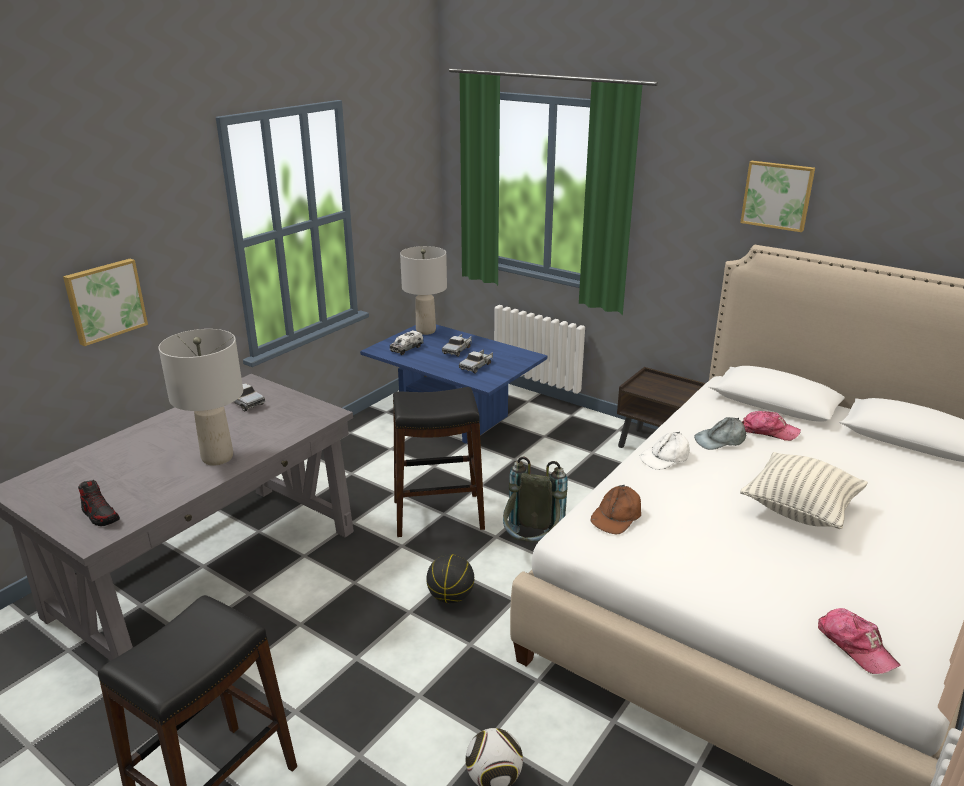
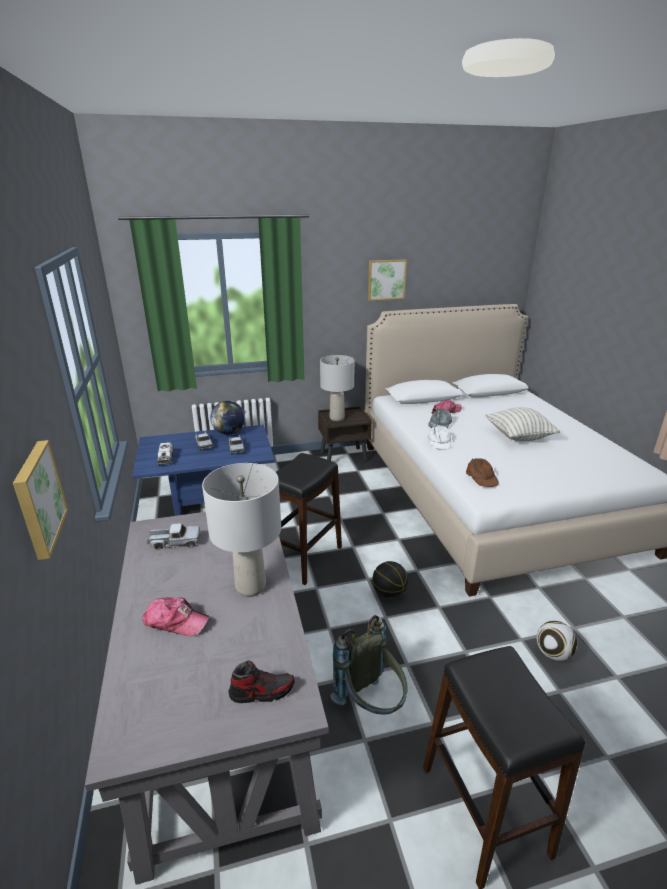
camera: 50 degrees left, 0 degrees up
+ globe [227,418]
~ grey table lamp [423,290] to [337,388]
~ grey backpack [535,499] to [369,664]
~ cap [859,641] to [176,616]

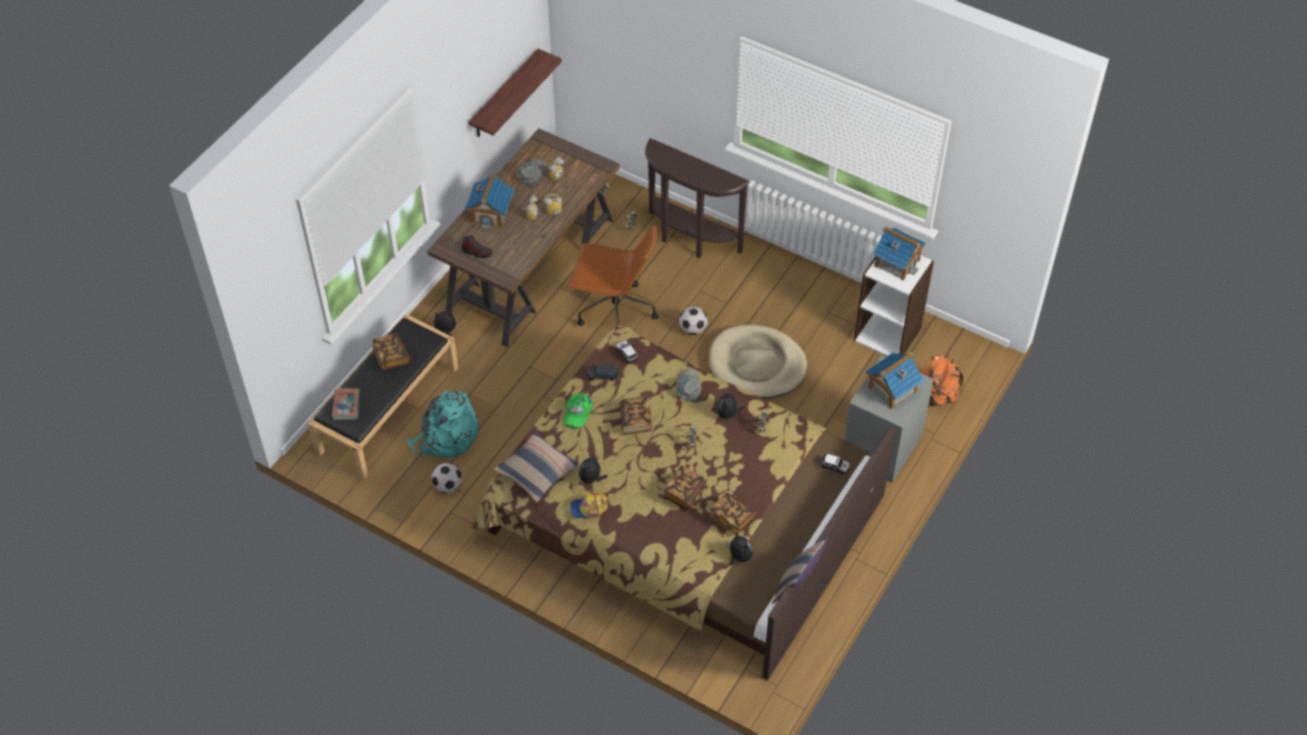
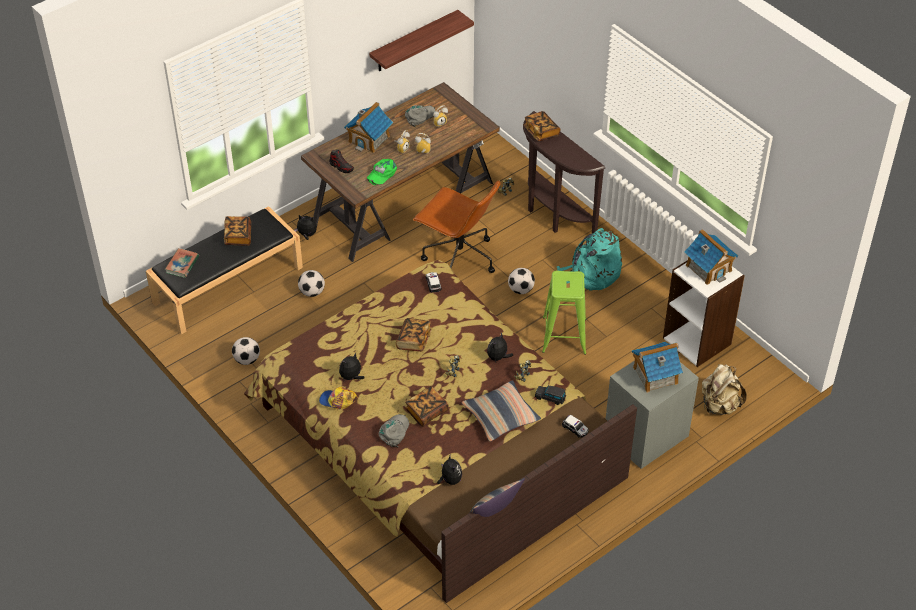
camera: 20 degrees right, 5 degrees down
+ football [311,283]
~ turquoise backpack [442,424] to [589,259]
~ pillow [536,467] to [501,411]
~ green cap [578,411] to [382,172]
~ black toy car [603,372] to [550,395]
~ grey cap [688,385] to [394,431]
~ book [732,514] to [542,126]
~ beige dog bed [758,361] to green stool [564,313]
~ orange backpack [942,381] to beige backpack [724,389]

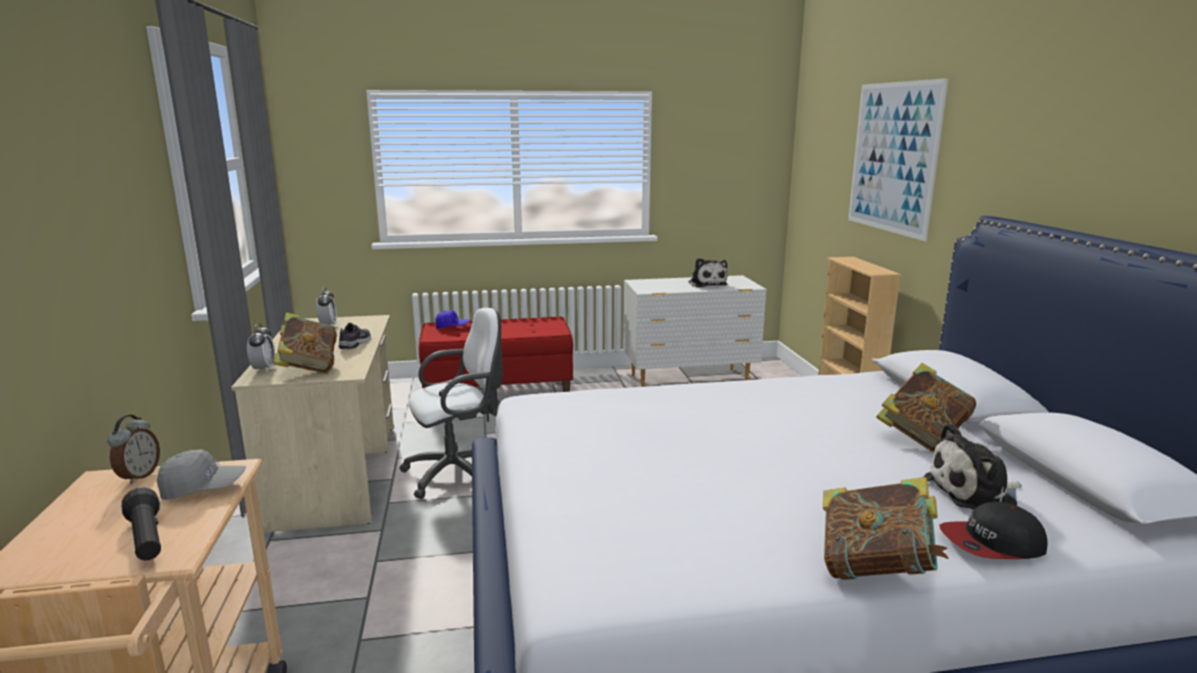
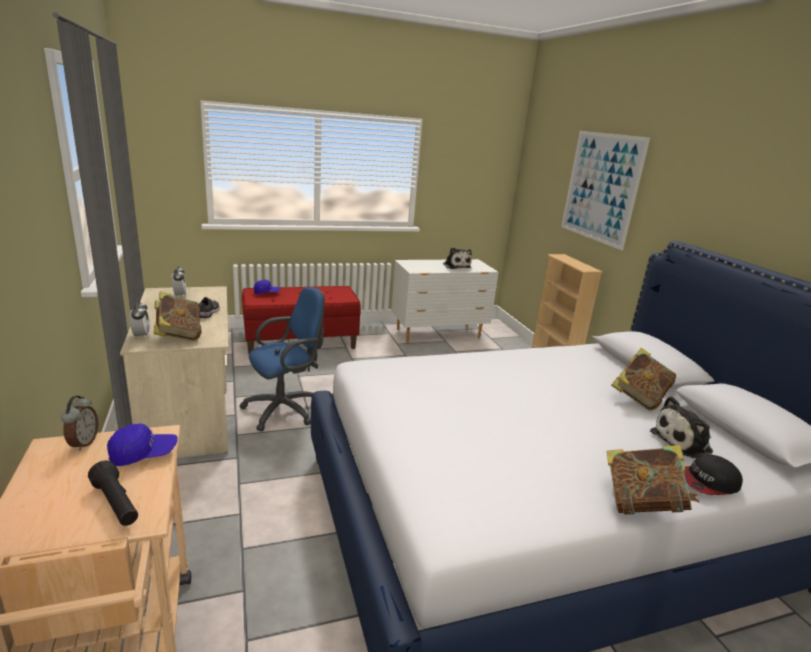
camera: 10 degrees left, 5 degrees up
~ grey cap [201,474] to blue cap [142,445]
~ white office chair [451,403] to blue office chair [282,359]

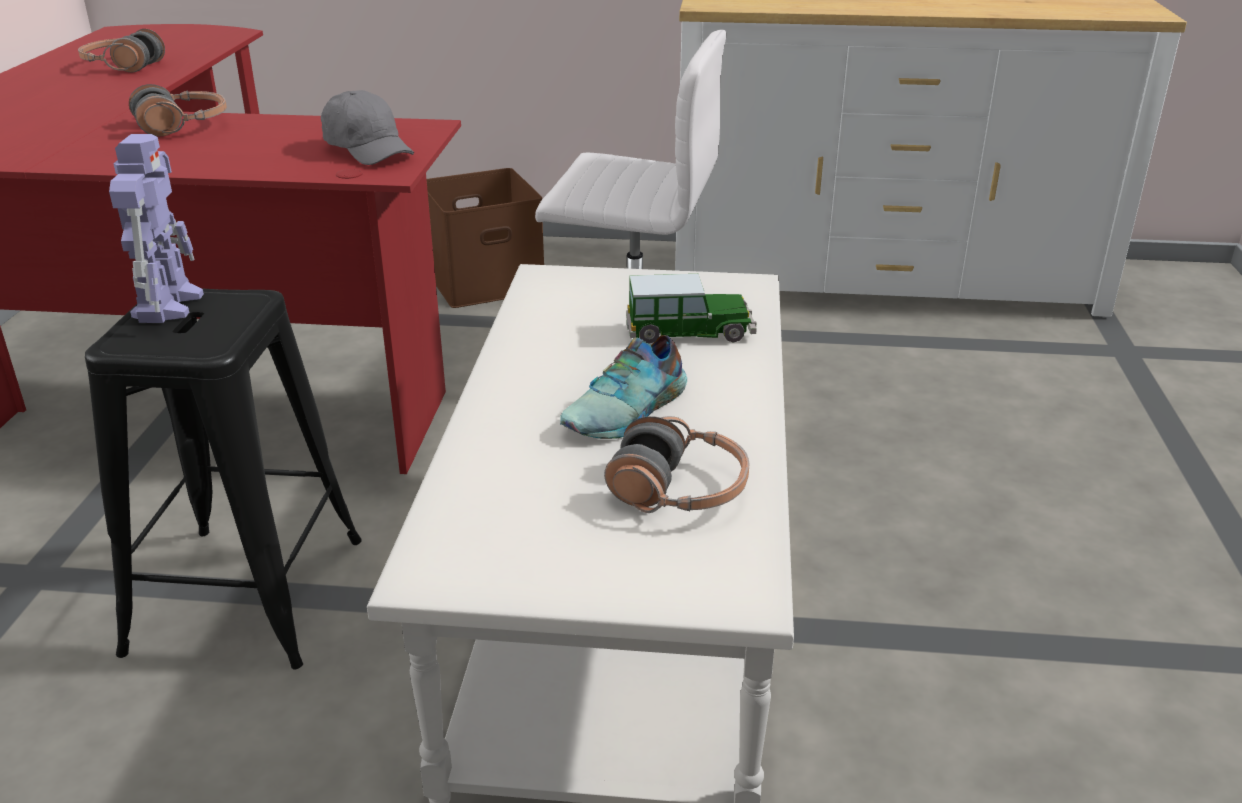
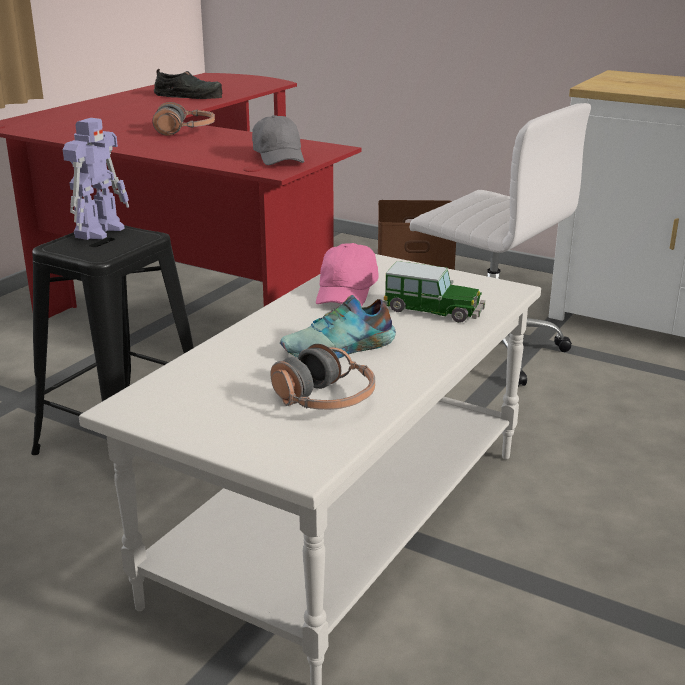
camera: 25 degrees right, 5 degrees down
+ pink cap [347,274]
~ headphones [121,51] to black shoe [188,84]

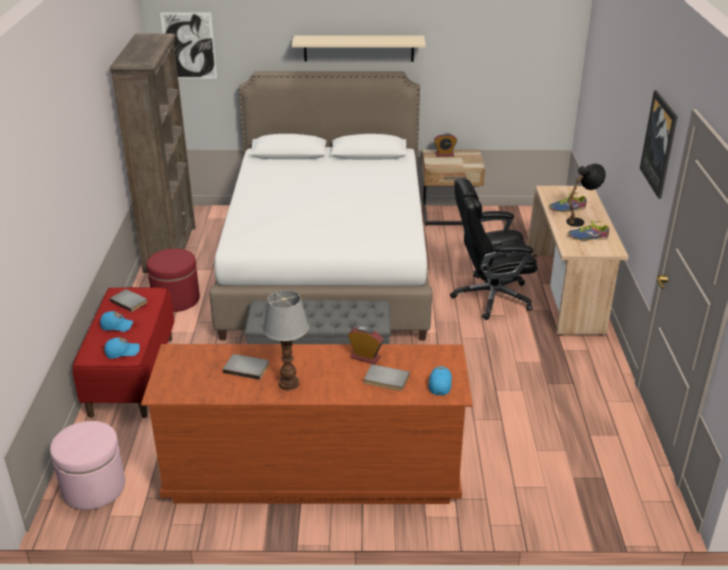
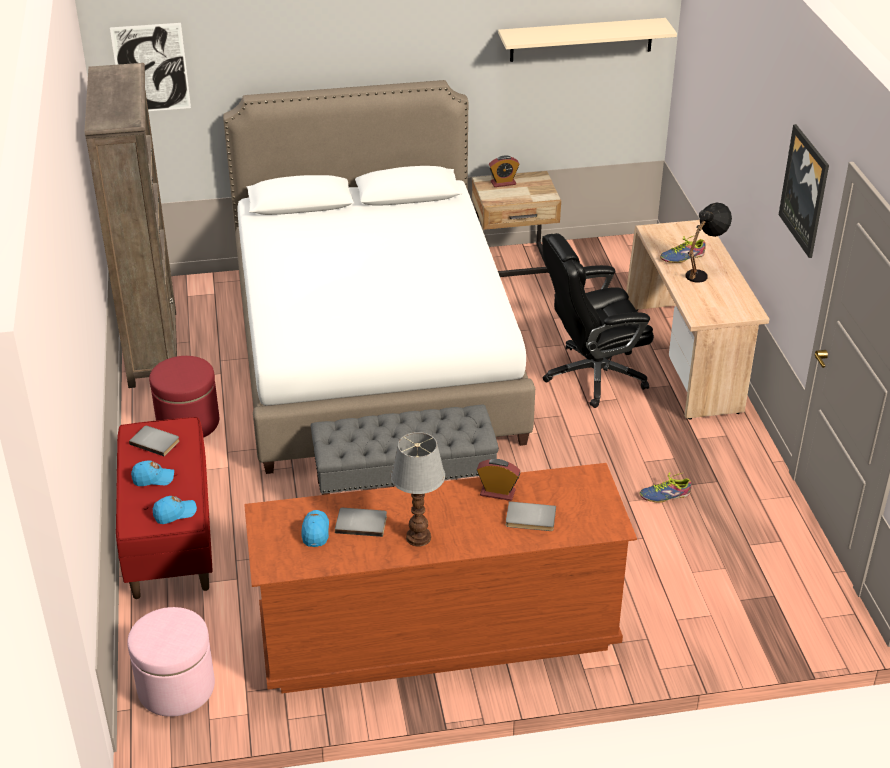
camera: 10 degrees left, 5 degrees up
~ beige shelf [359,48] to [587,40]
~ blue cap [440,380] to [315,528]
~ shoe [588,230] to [665,487]

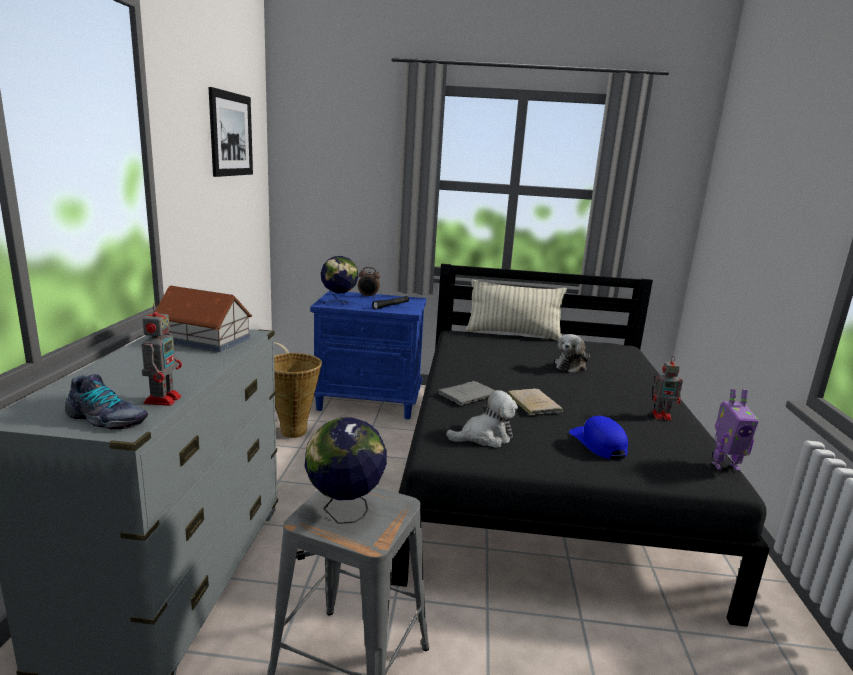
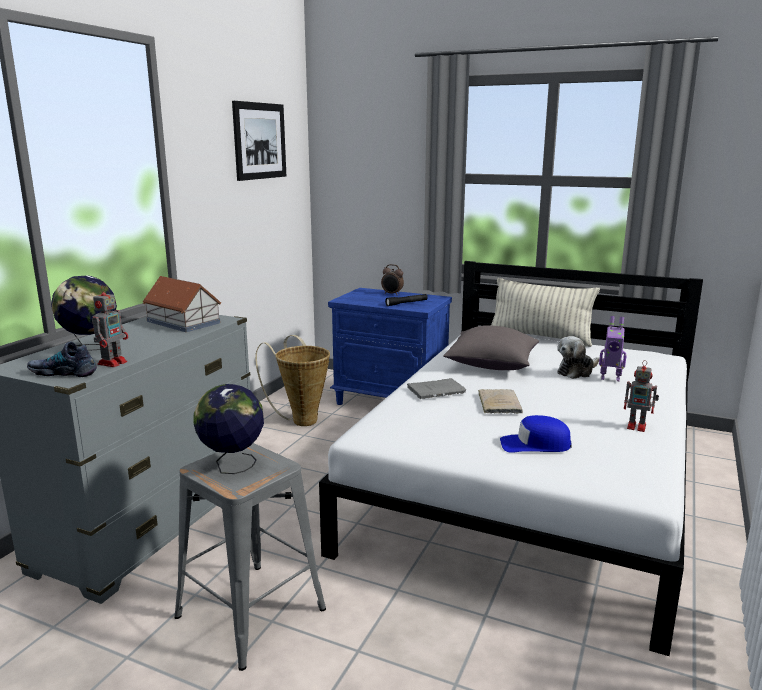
camera: 20 degrees right, 0 degrees up
- plush toy [482,419]
+ grey pillow [491,347]
~ globe [339,280] to [84,313]
~ toy robot [735,430] to [613,348]
~ black bed [580,445] to white bed [511,458]
~ shoe [106,402] = [62,359] 150 degrees clockwise
~ blue cap [598,438] = [535,434] 90 degrees counterclockwise

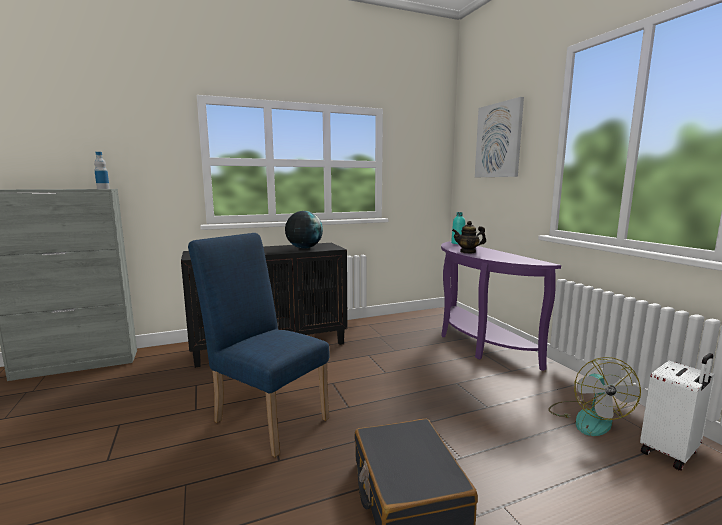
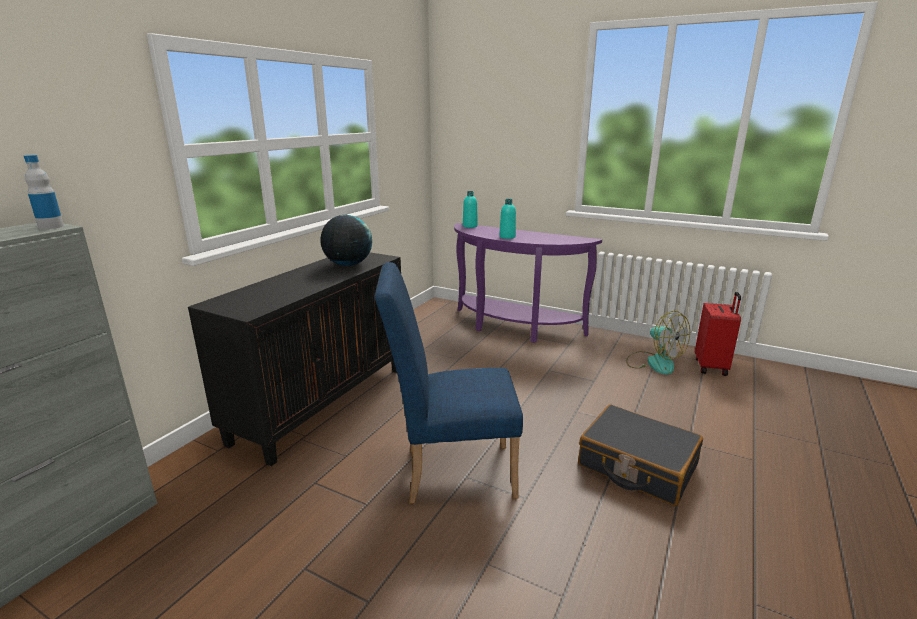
camera: 40 degrees left, 10 degrees up
- picture [499,137]
~ teapot [469,237] to turquoise bottle [507,219]
~ white suitcase [677,412] to red suitcase [718,334]

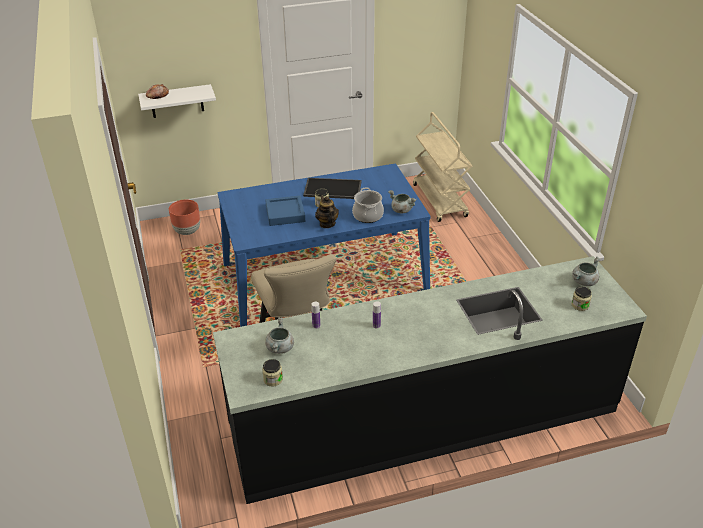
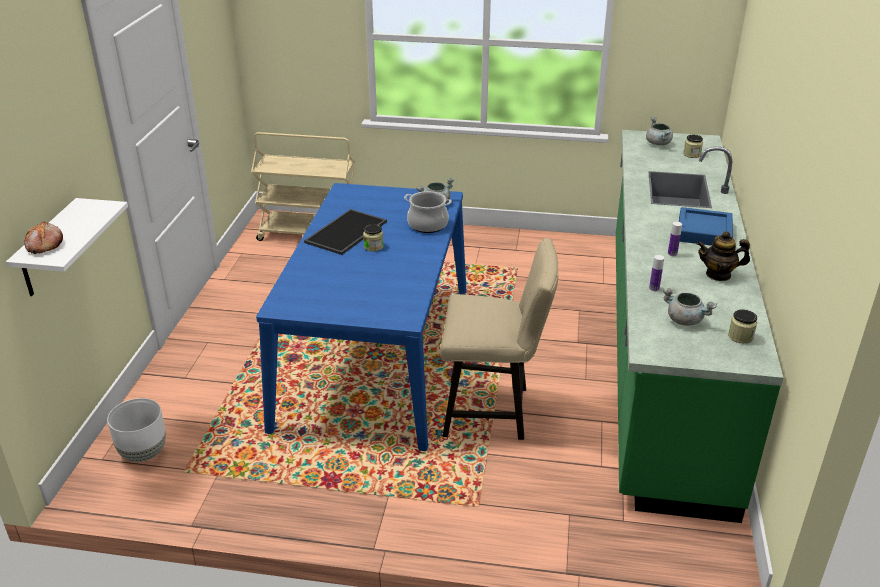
camera: 65 degrees left, 5 degrees down
~ blue tray [285,211] to [706,226]
~ teapot [327,211] to [723,256]
~ brown planter [184,217] to white planter [136,430]
~ black counter [430,380] to green counter [700,326]

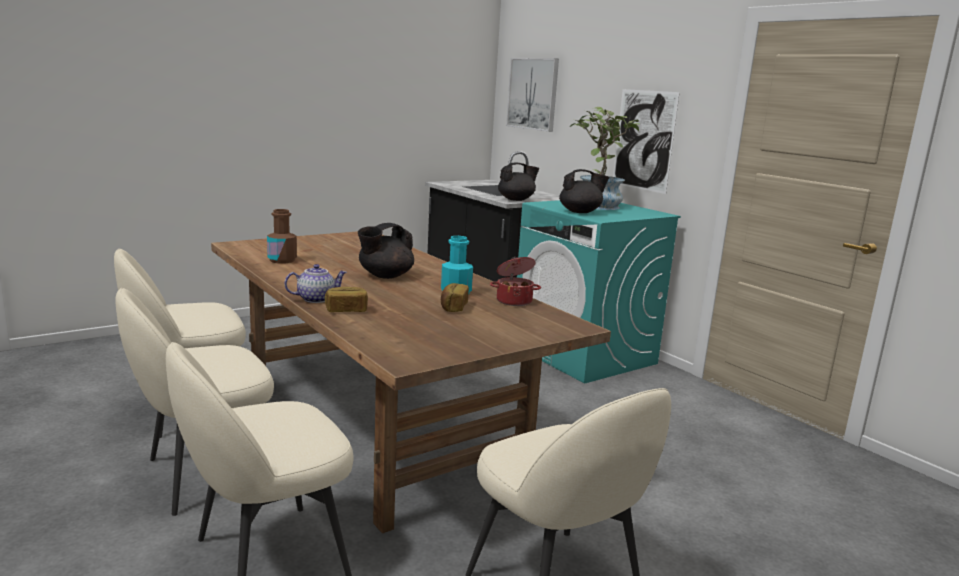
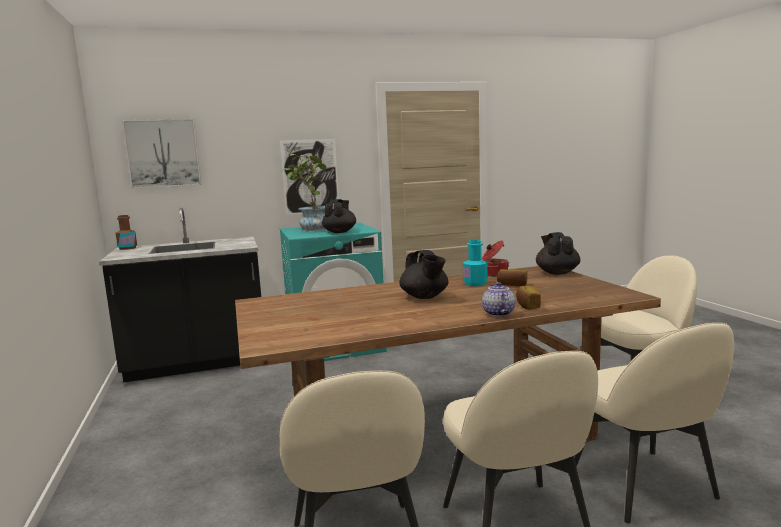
camera: 70 degrees left, 5 degrees down
~ brown bottle [282,236] to [126,232]
~ black teapot [518,182] to [558,253]

